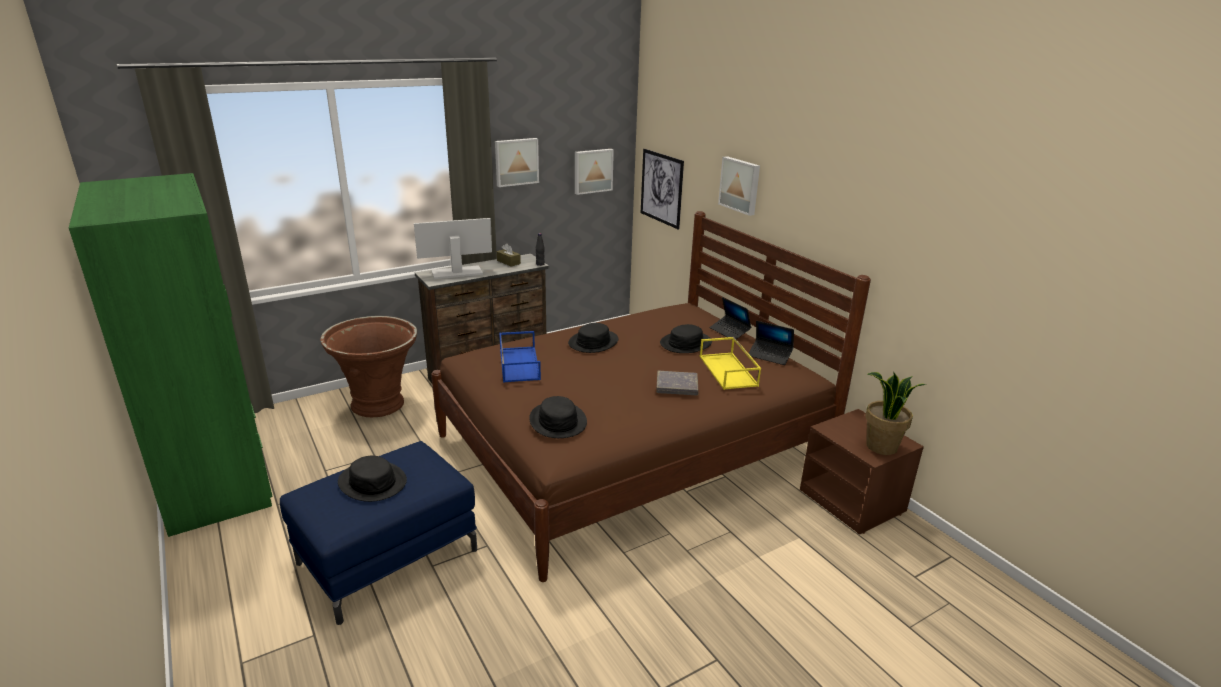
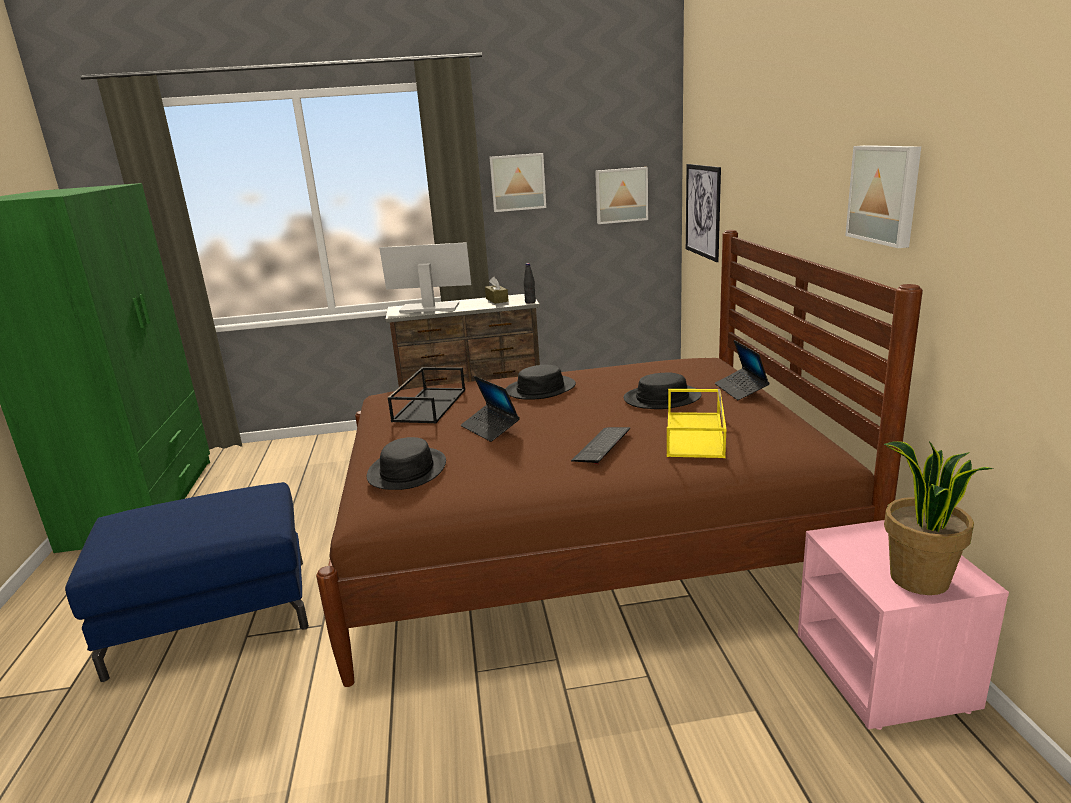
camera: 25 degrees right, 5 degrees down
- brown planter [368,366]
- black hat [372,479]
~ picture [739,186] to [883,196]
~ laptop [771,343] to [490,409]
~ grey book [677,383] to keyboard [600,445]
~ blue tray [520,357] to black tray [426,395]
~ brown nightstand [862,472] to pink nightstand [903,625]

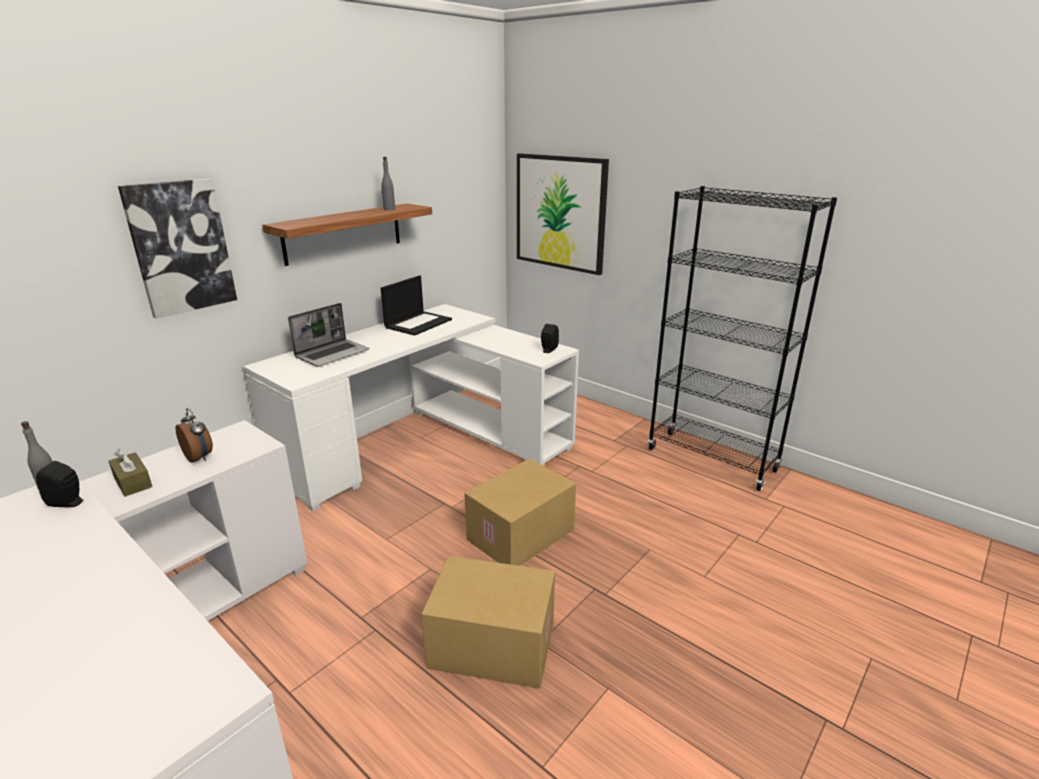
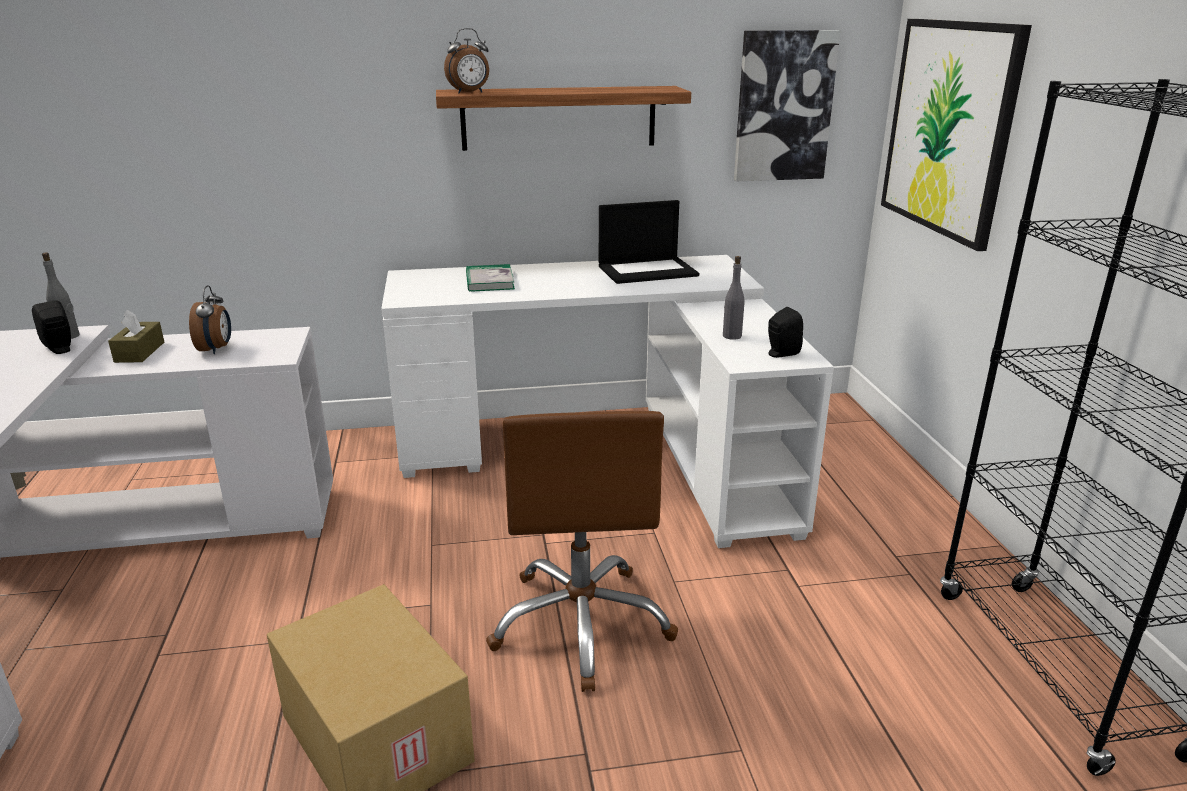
camera: 40 degrees right, 0 degrees up
+ alarm clock [466,60]
~ picture [177,248] to [787,105]
~ grey bottle [388,183] to [734,298]
~ laptop [328,335] to book [490,278]
~ cardboard box [520,512] to brown office chair [582,551]

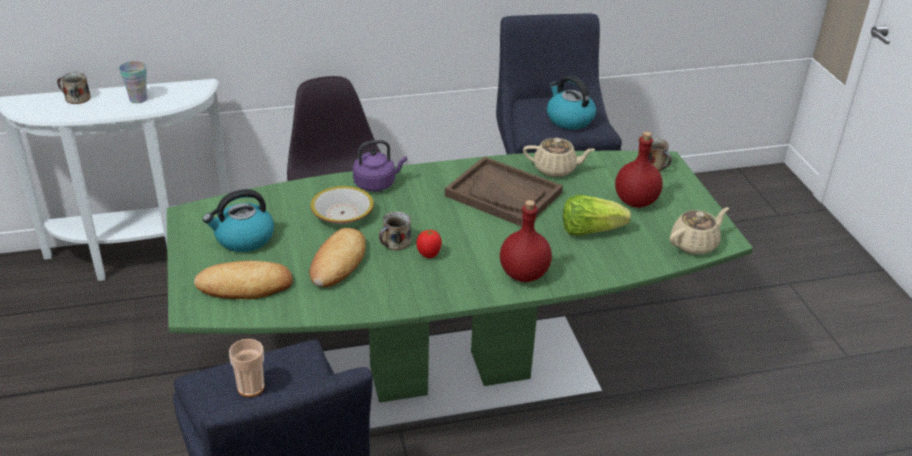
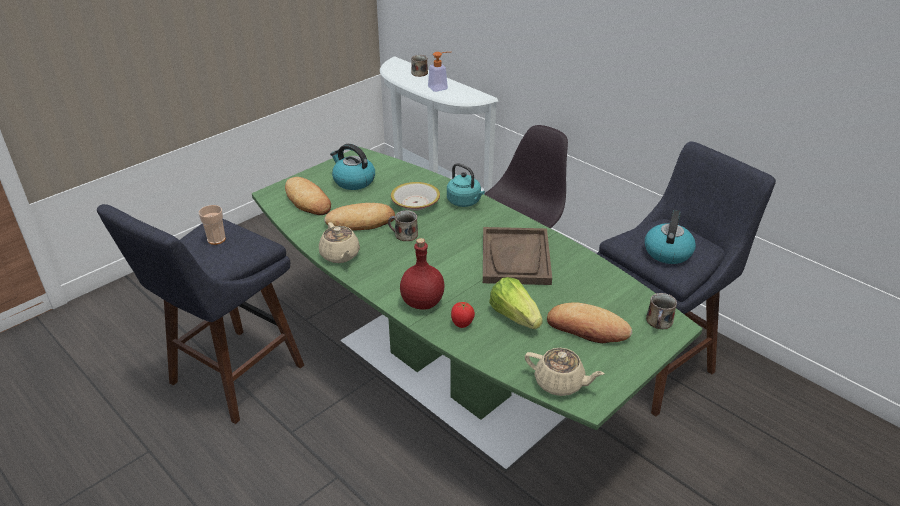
camera: 60 degrees right, 0 degrees up
~ tomato [429,244] to [463,315]
~ beige teapot [559,157] to [339,242]
~ cup [133,82] to soap dispenser [439,72]
~ red bottle [639,170] to bread [589,322]
~ purple kettle [380,166] to turquoise kettle [466,185]

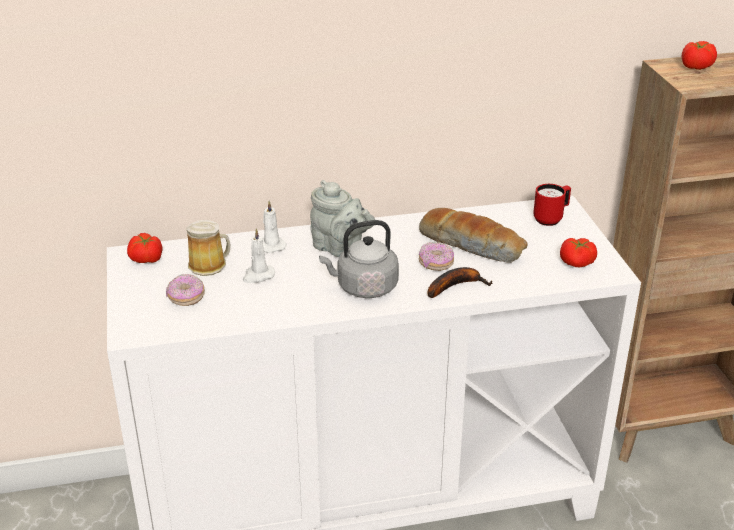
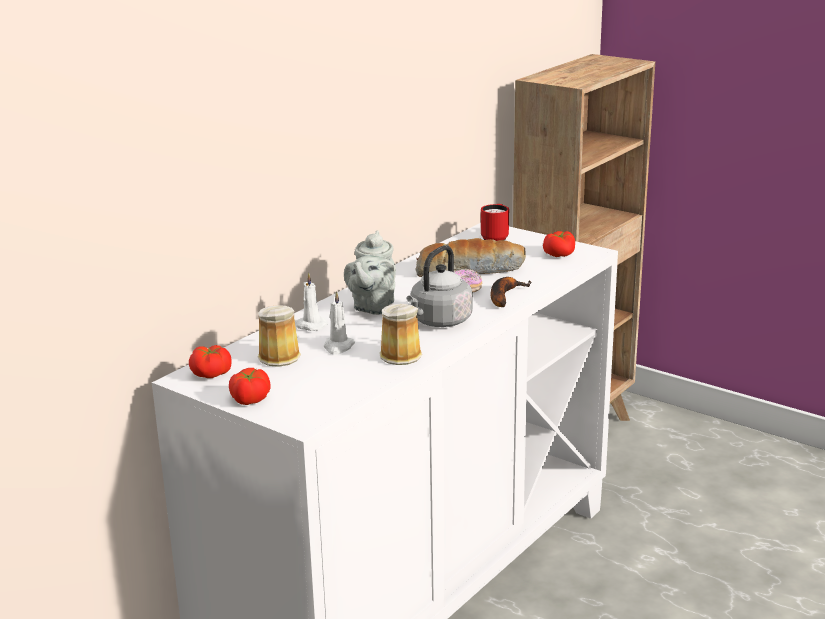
camera: 40 degrees left, 10 degrees down
- donut [185,290]
+ mug [400,334]
~ tomato [699,55] to [250,386]
~ grey teapot [342,218] = [370,273] 105 degrees clockwise

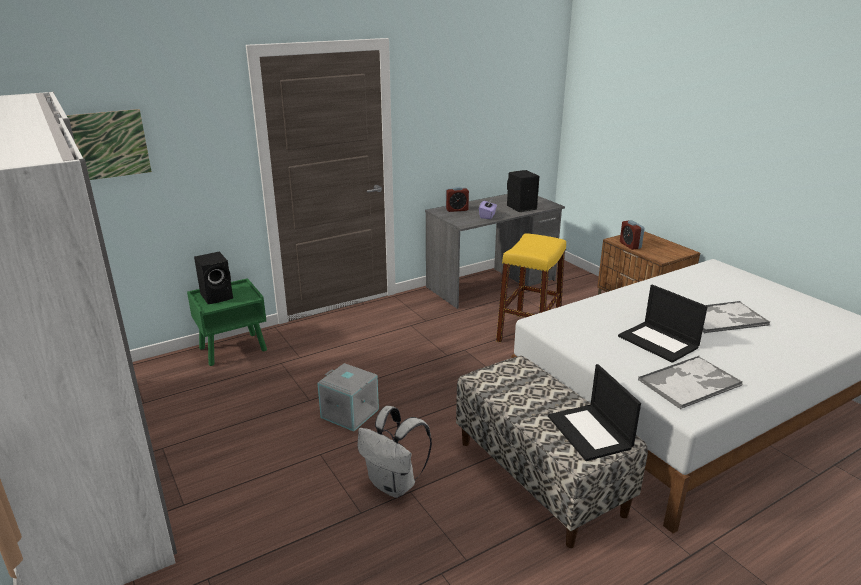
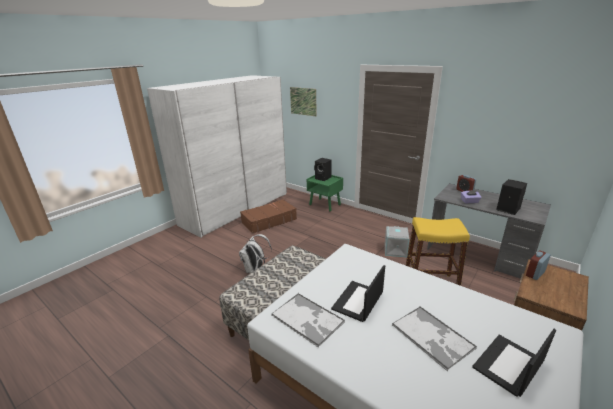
camera: 70 degrees right, 0 degrees up
+ brown suitcase [268,216]
~ grey storage box [348,397] to [397,241]
~ laptop [594,412] to [514,363]

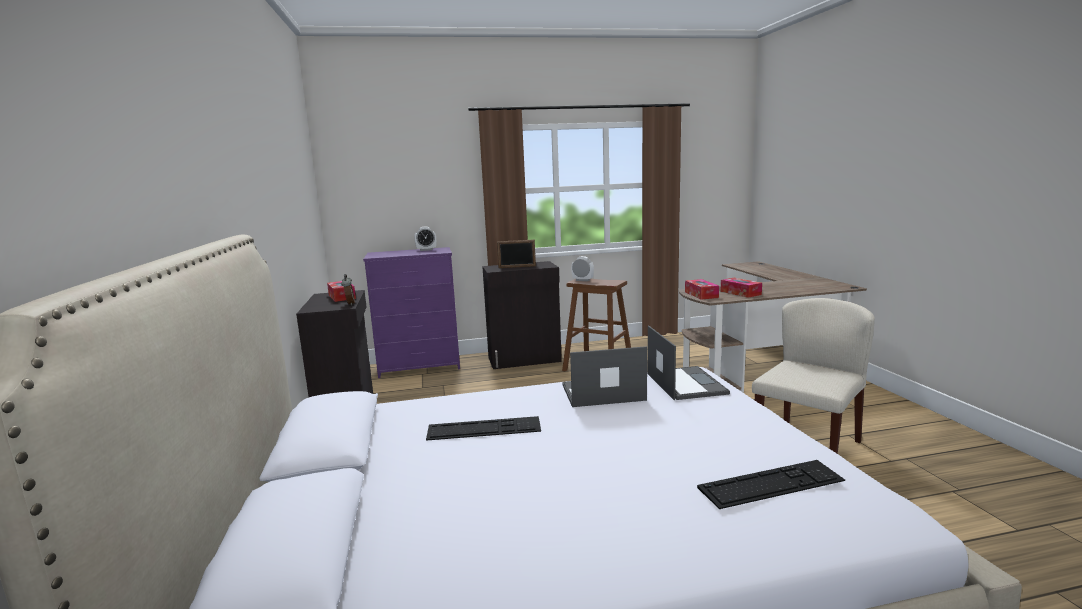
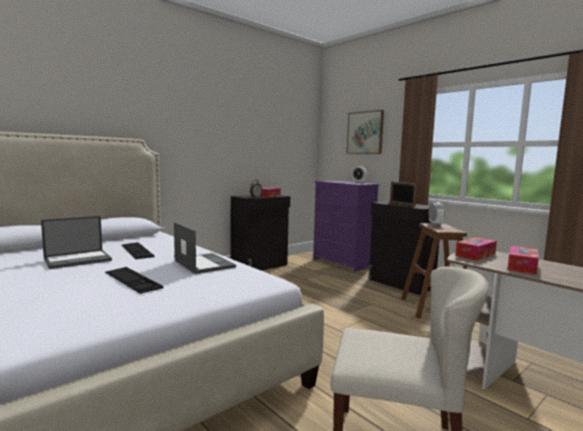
camera: 60 degrees right, 5 degrees down
+ picture [365,132]
~ laptop [689,363] to [76,242]
~ keyboard [771,484] to [134,280]

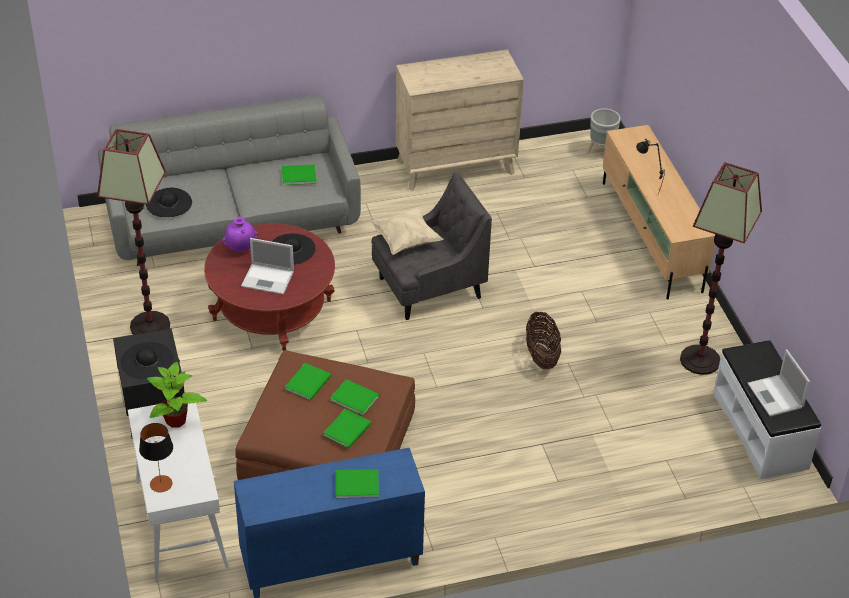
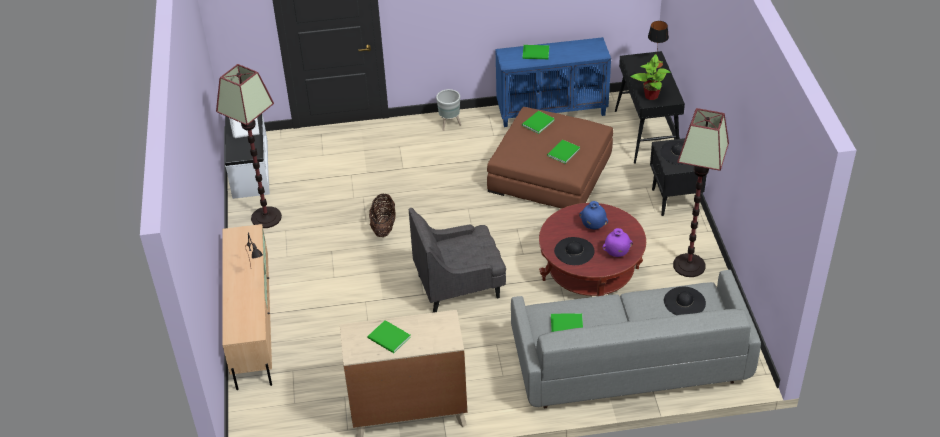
camera: 170 degrees left, 0 degrees up
- beige pillow [406,231]
~ green book [355,397] to [389,336]
~ grey planter [604,130] to [448,110]
~ laptop [267,266] to blue vase [593,215]
~ white console table [178,493] to black console table [650,107]

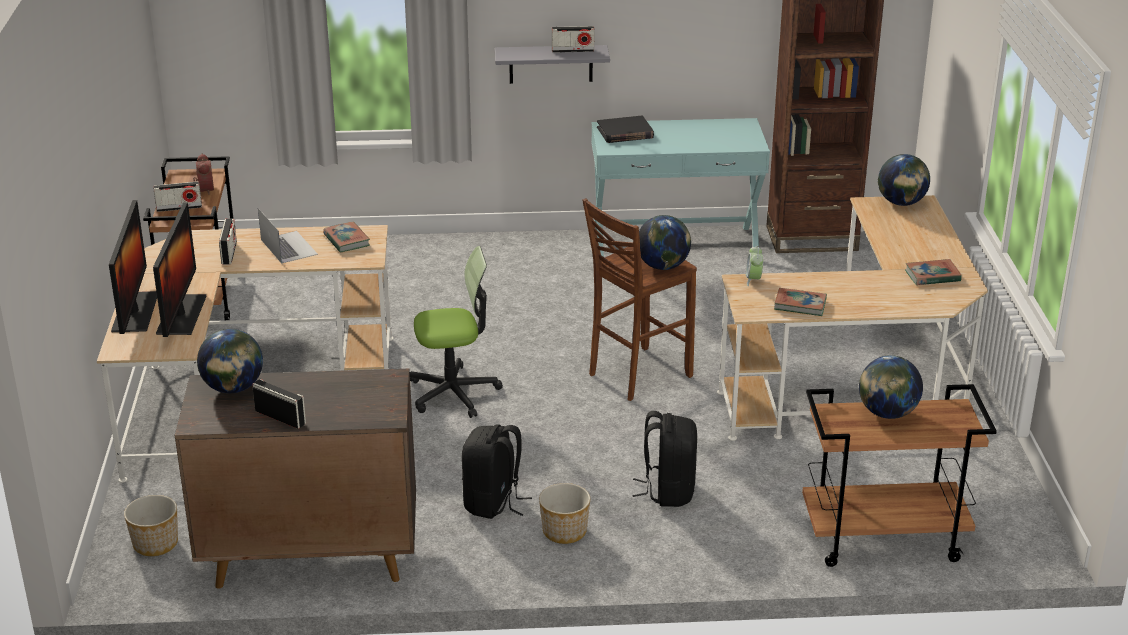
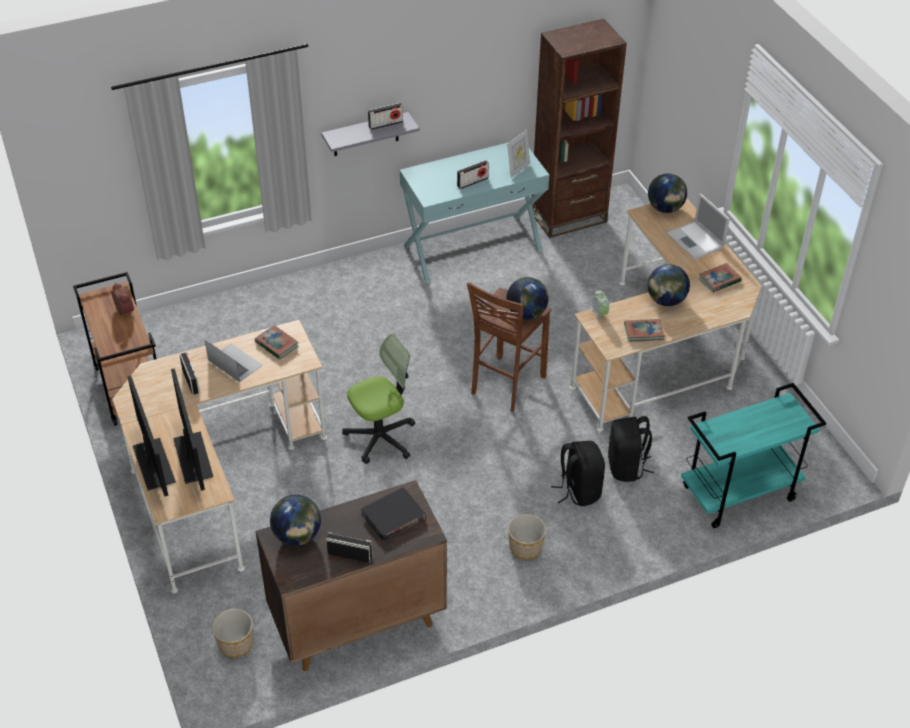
camera: 20 degrees left, 15 degrees up
+ picture frame [518,154]
+ laptop [698,226]
~ radio [177,196] to [473,174]
~ black backpack [497,471] to [631,449]
~ black book [625,129] to [393,513]
~ globe [891,387] to [669,285]
~ brown cart [899,475] to turquoise cart [753,455]

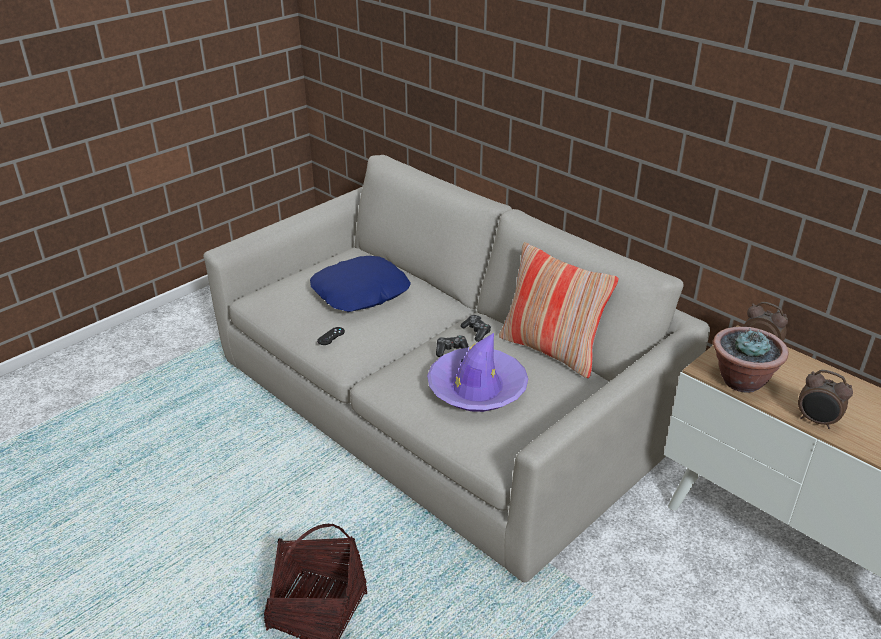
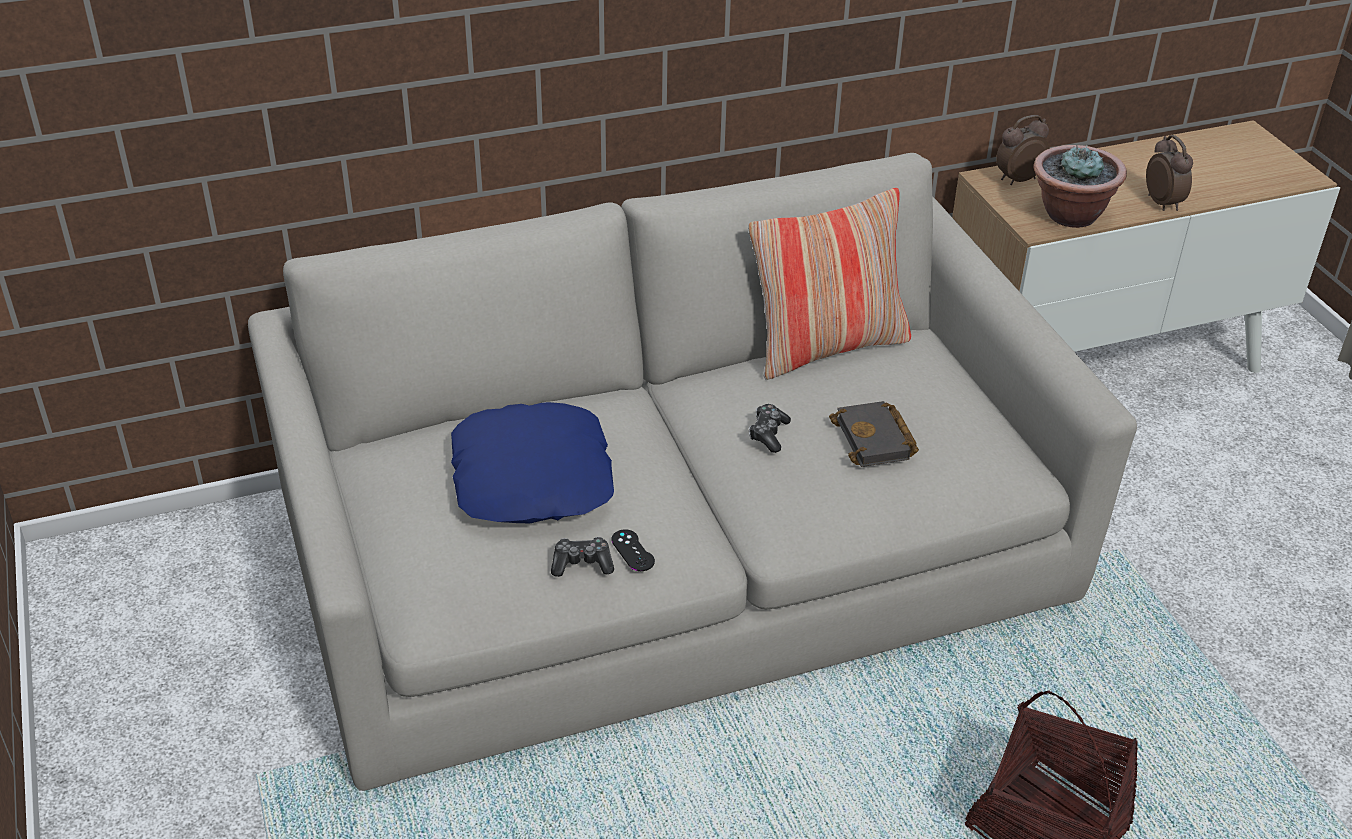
camera: 65 degrees left, 5 degrees up
~ game controller [475,328] to [582,557]
~ purple hat [477,372] to black book [874,434]
~ alarm clock [825,399] = [1169,173] 75 degrees counterclockwise

